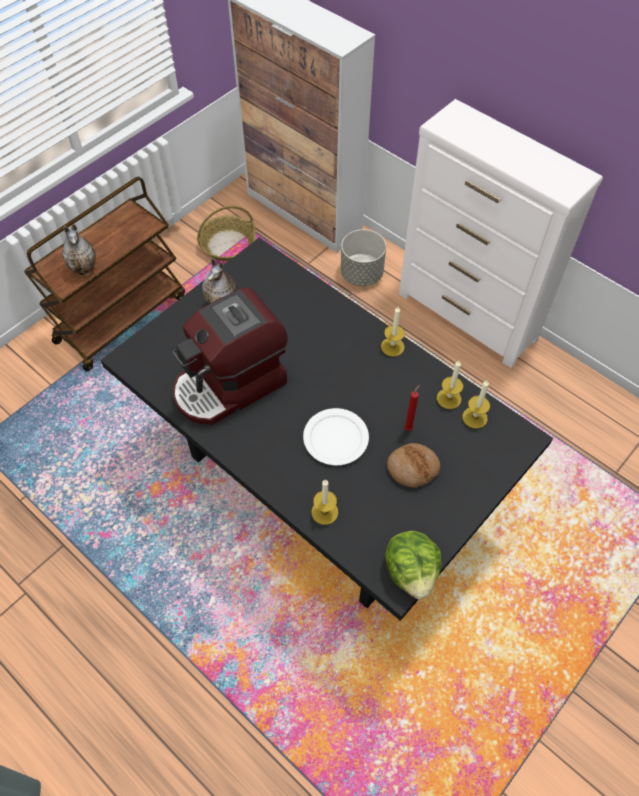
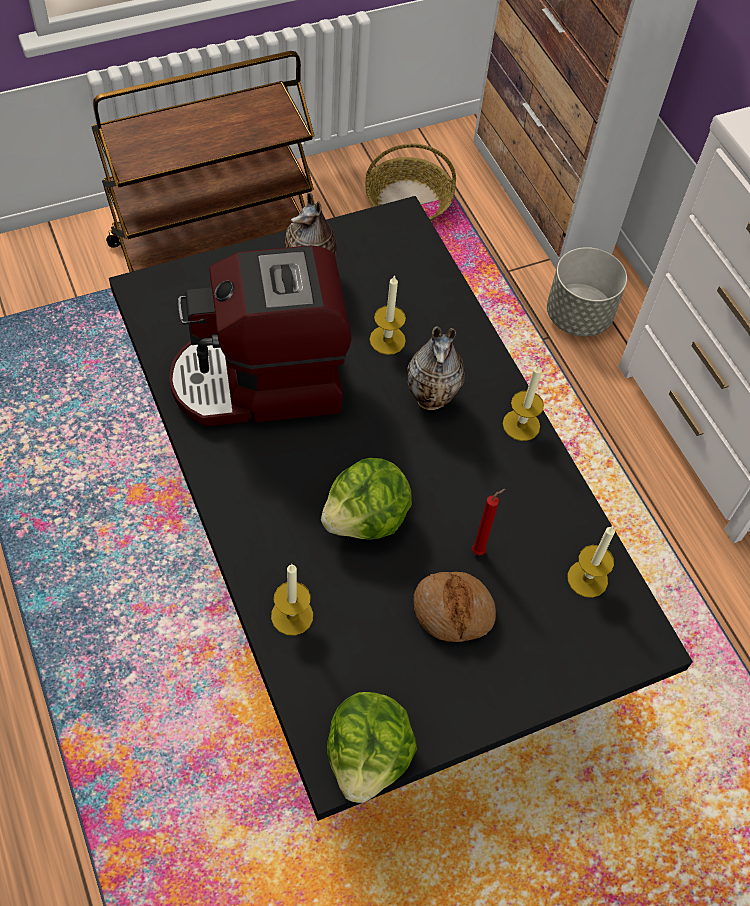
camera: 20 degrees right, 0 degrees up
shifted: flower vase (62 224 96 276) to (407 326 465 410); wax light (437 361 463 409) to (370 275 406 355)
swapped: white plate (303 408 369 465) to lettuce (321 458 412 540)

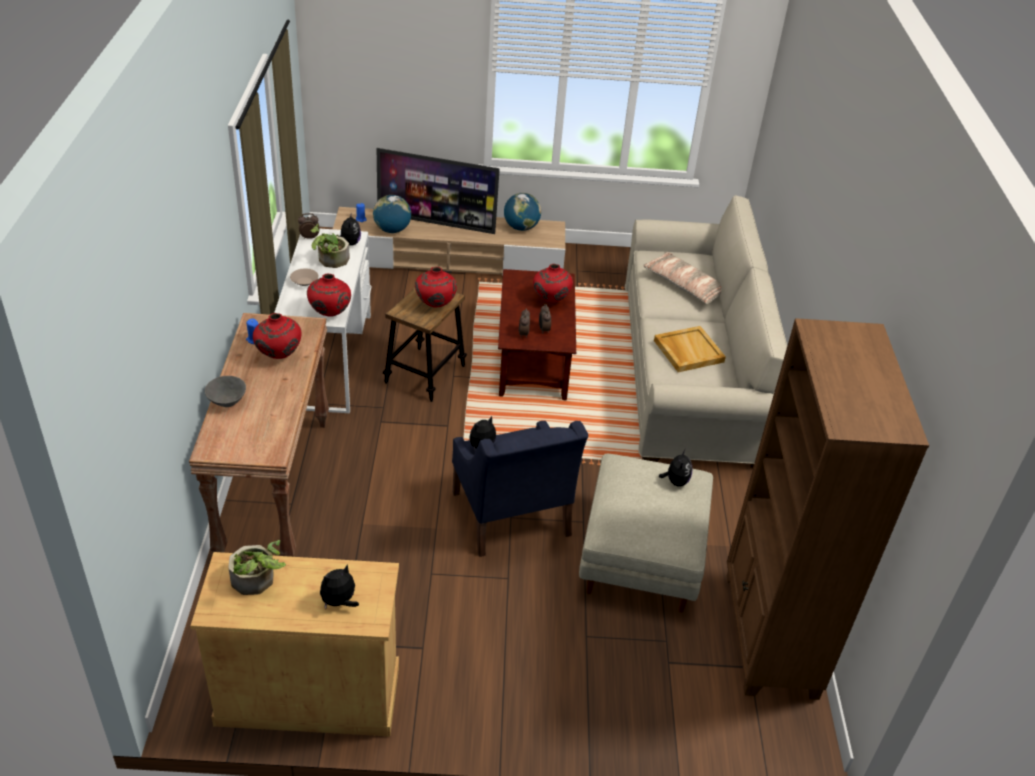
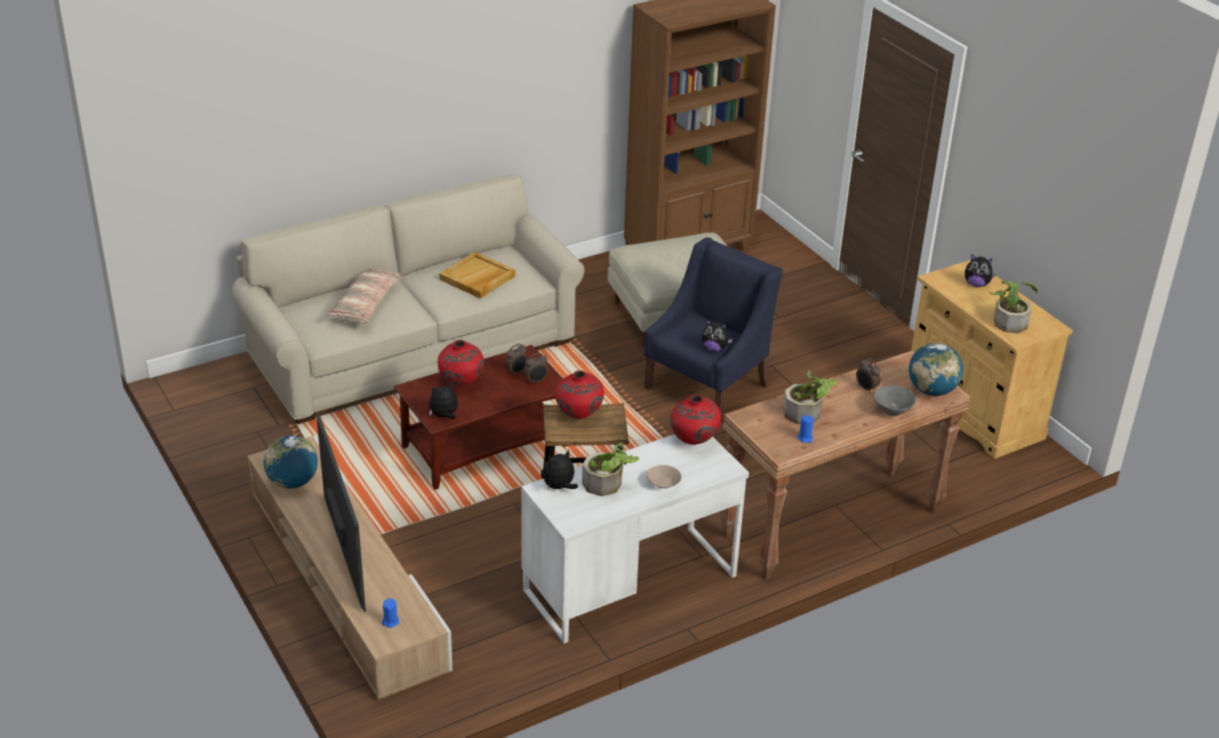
camera: 120 degrees left, 5 degrees down
shifted: table clock (298 213 320 239) to (856 358 881 393); world globe (373 195 411 233) to (909 343 963 396); cuddly toy (659 450 692 486) to (429 383 458 419)
swapped: red-coloured flower vase (253 313 302 359) to potted plant (783 370 837 424)

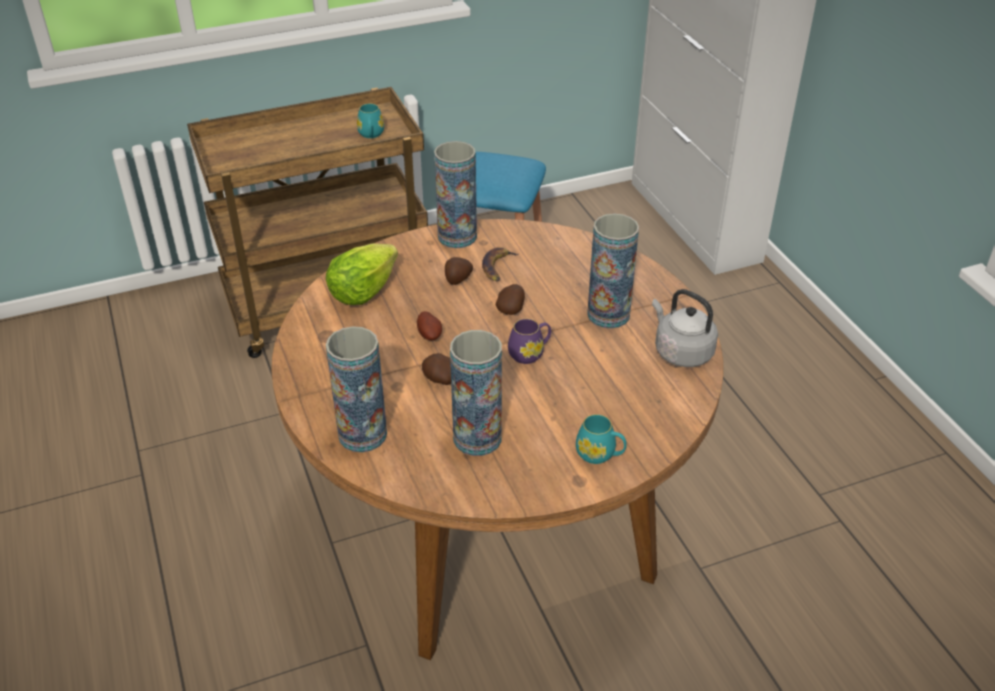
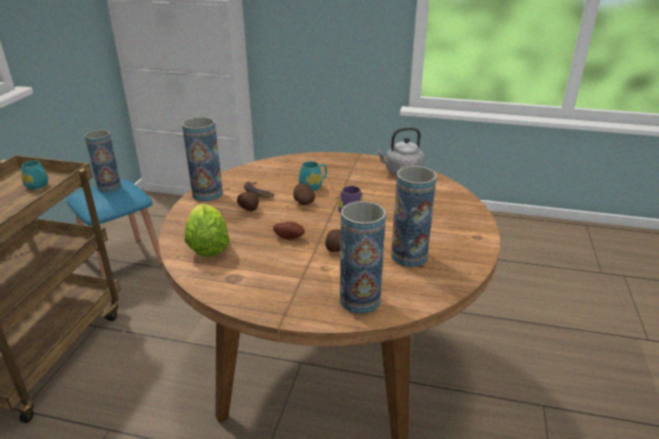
camera: 55 degrees left, 10 degrees down
shifted: blue-green mug (576 414 627 464) to (299 161 327 191); flower vase (587 213 639 329) to (85 130 121 192)

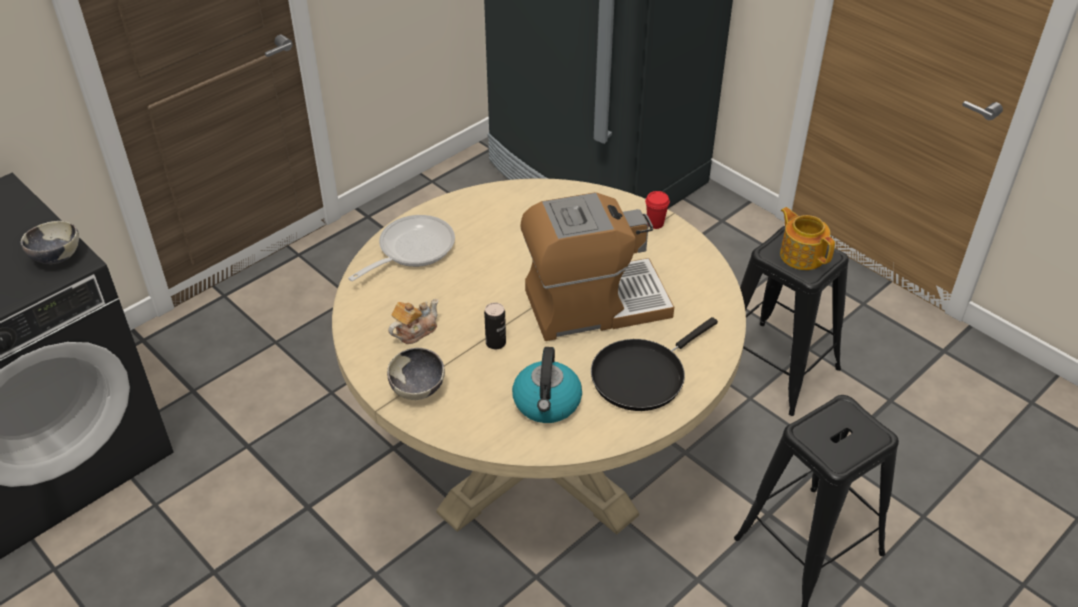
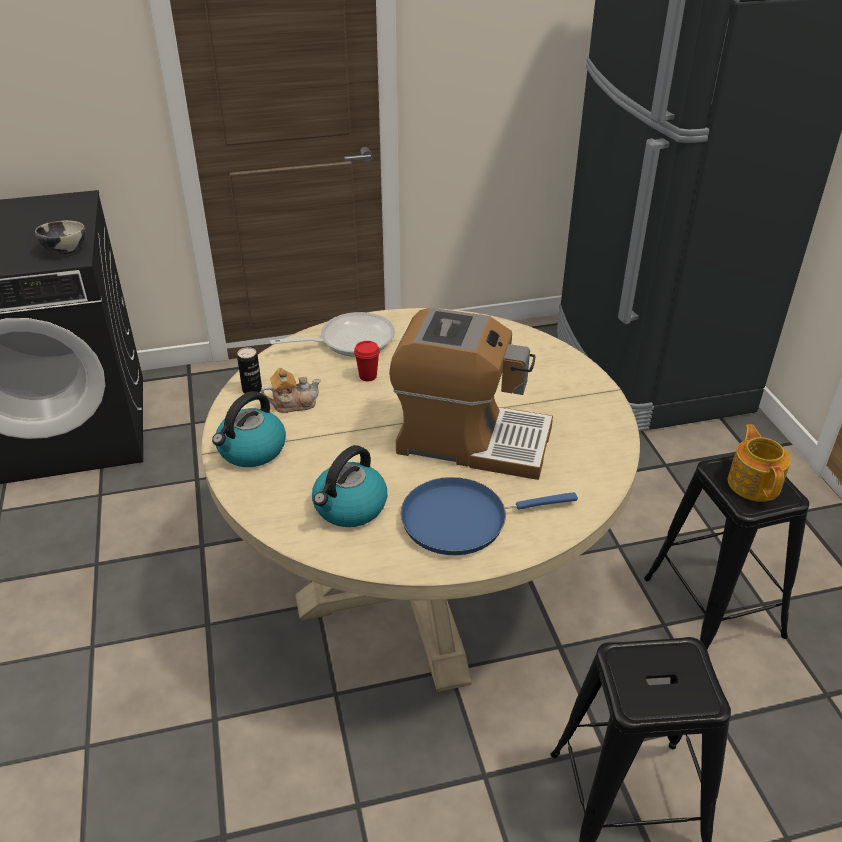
camera: 30 degrees right, 5 degrees down
shifted: sealed can (484 303 506 349) to (237 347 262 394); red-coloured drinking cup (645 191 670 229) to (354 341 380 381)
swapped: bowl (387 348 445 400) to water kettle (212 391 286 467)
repainted: blackish skillet (591 317 718 411) to blue-coloured skillet (401 477 578 555)

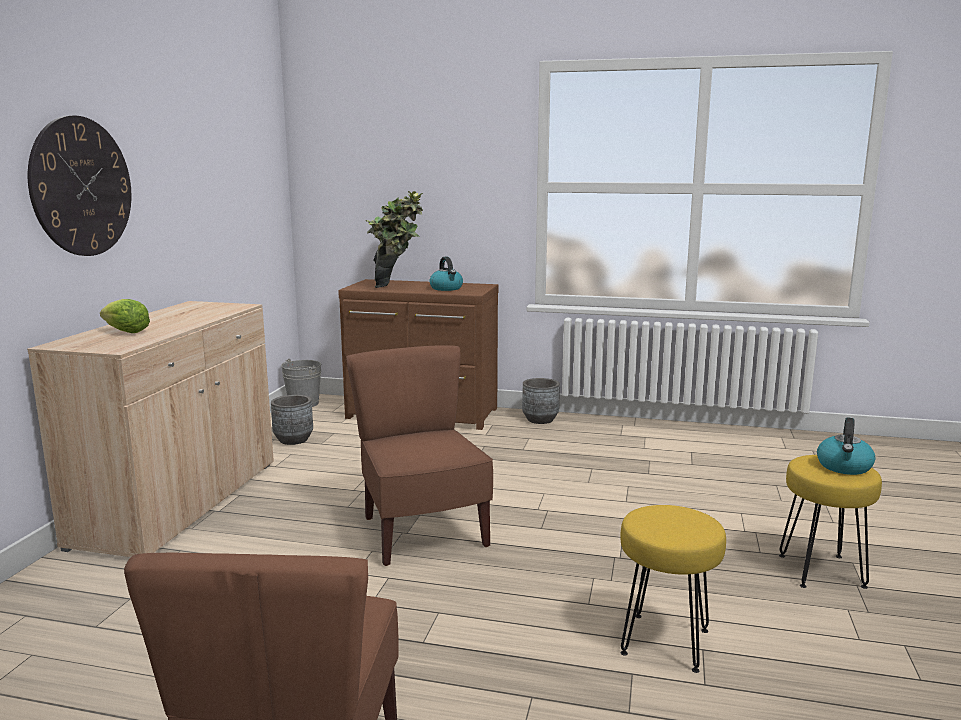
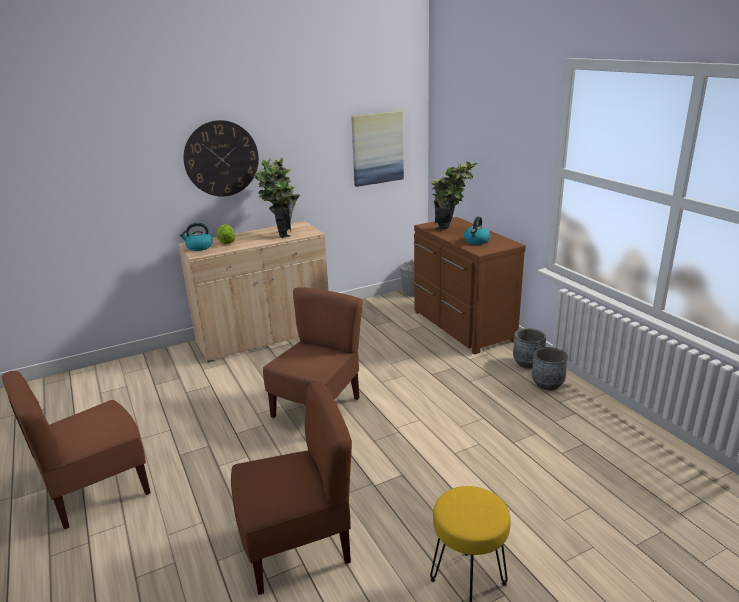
camera: 50 degrees right, 10 degrees up
new: potted plant (253 158 300 238); wall art (351 111 404 187)
shifted: greyish plant pot (271 395 313 445) to (532 347 568 391); water kettle (817 417 875 475) to (180 223 213 251)
swapped: yellow-coloured stool (620 505 726 673) to brownish upright chair (231 382 352 595)

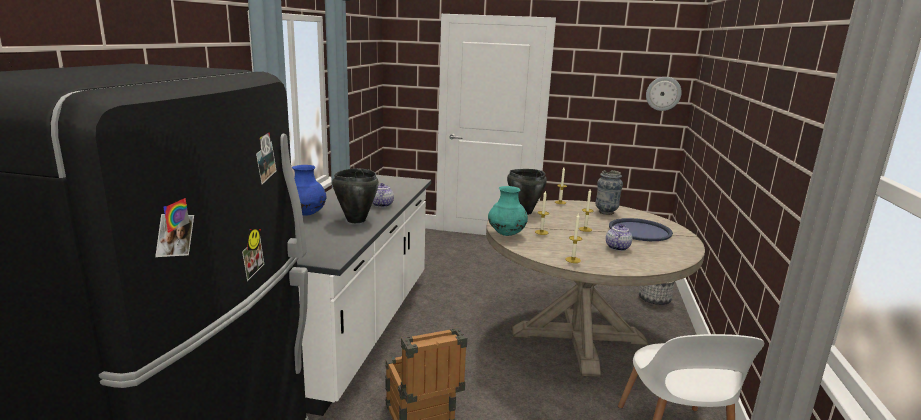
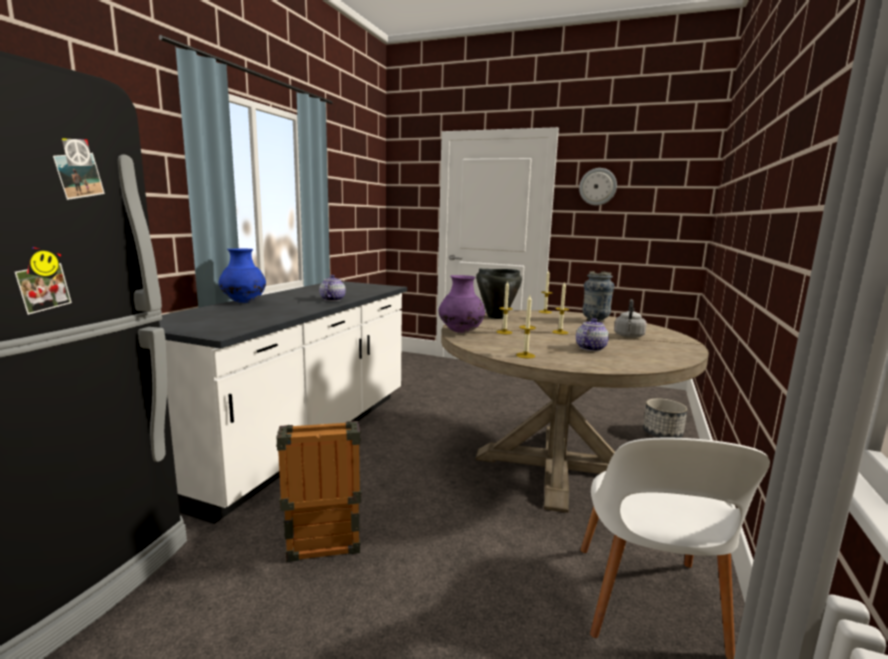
camera: 10 degrees right, 5 degrees down
gone: blackish cooking pot (332 168 379 223)
shifted: hanging clock (646 77 682 111) to (579 168 617 205)
swapped: blue-coloured tray (609 218 673 241) to greyish water kettle (614 299 647 338)
repainted: blue-green flower vase (488 186 528 236) to purplish flower vase (439 275 485 333)

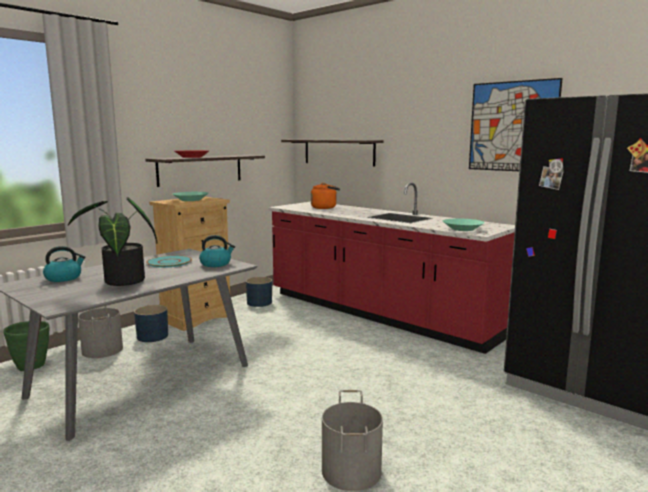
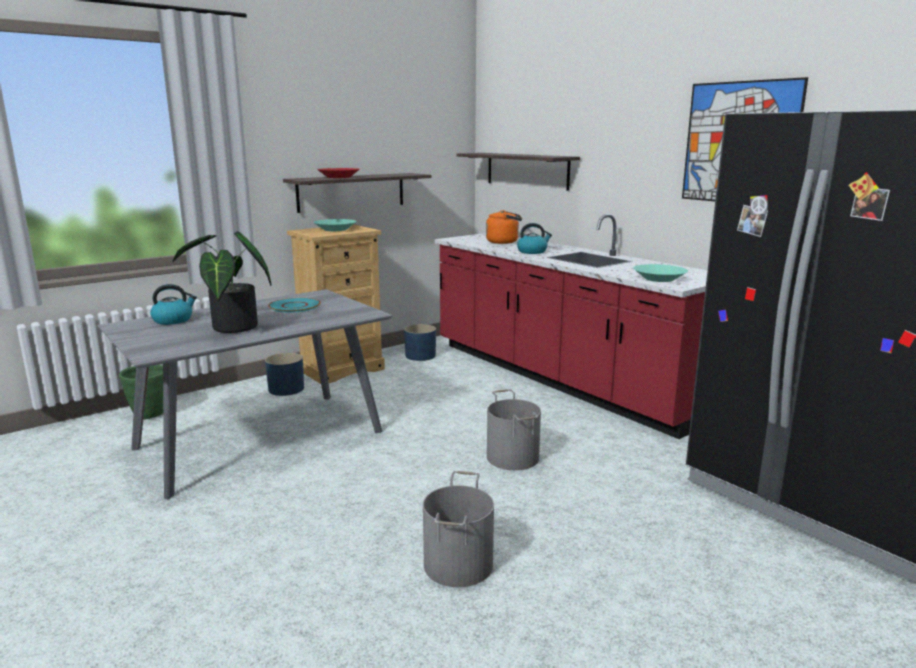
camera: 10 degrees right, 5 degrees up
shifted: greyish water bucket (78 306 123 358) to (487 389 541 470); water kettle (199 235 235 267) to (517 223 552 254)

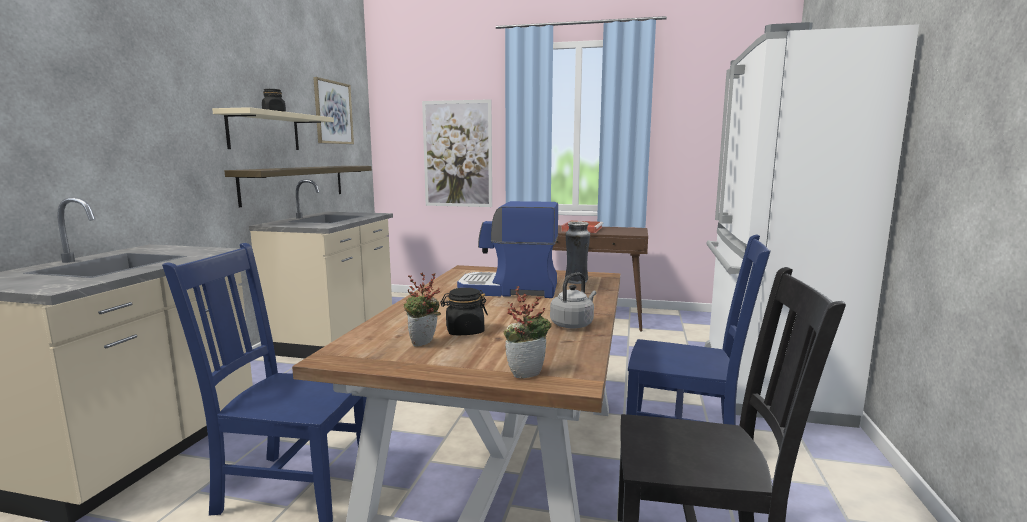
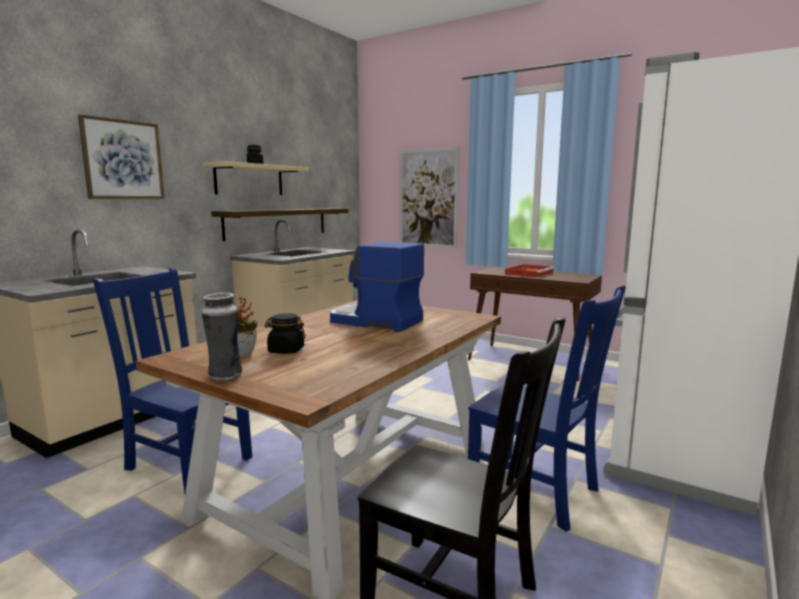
camera: 20 degrees right, 0 degrees up
gone: potted plant (504 286 552 379); greyish water kettle (550 273 596 329)
shifted: wall art (313 77 354 144) to (78 114 165 199); flower vase (565 221 590 284) to (201 293 242 381)

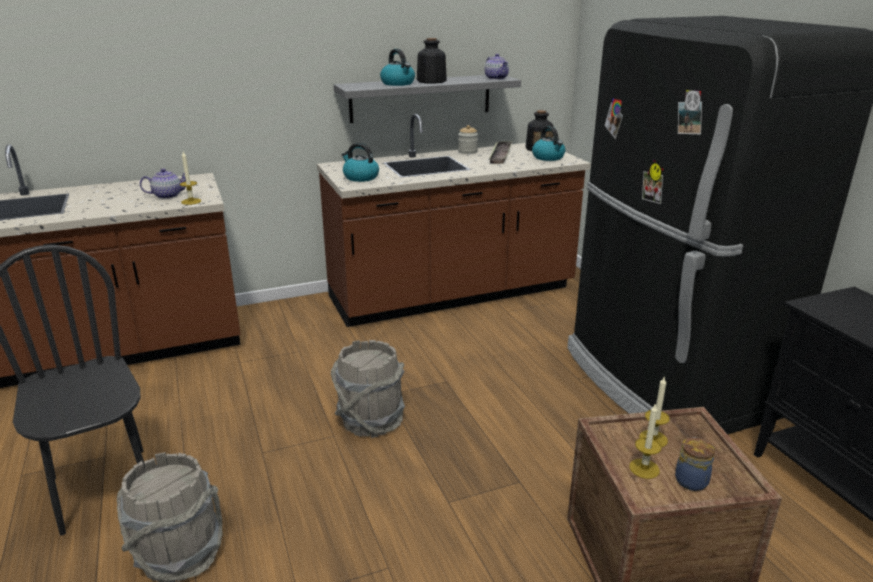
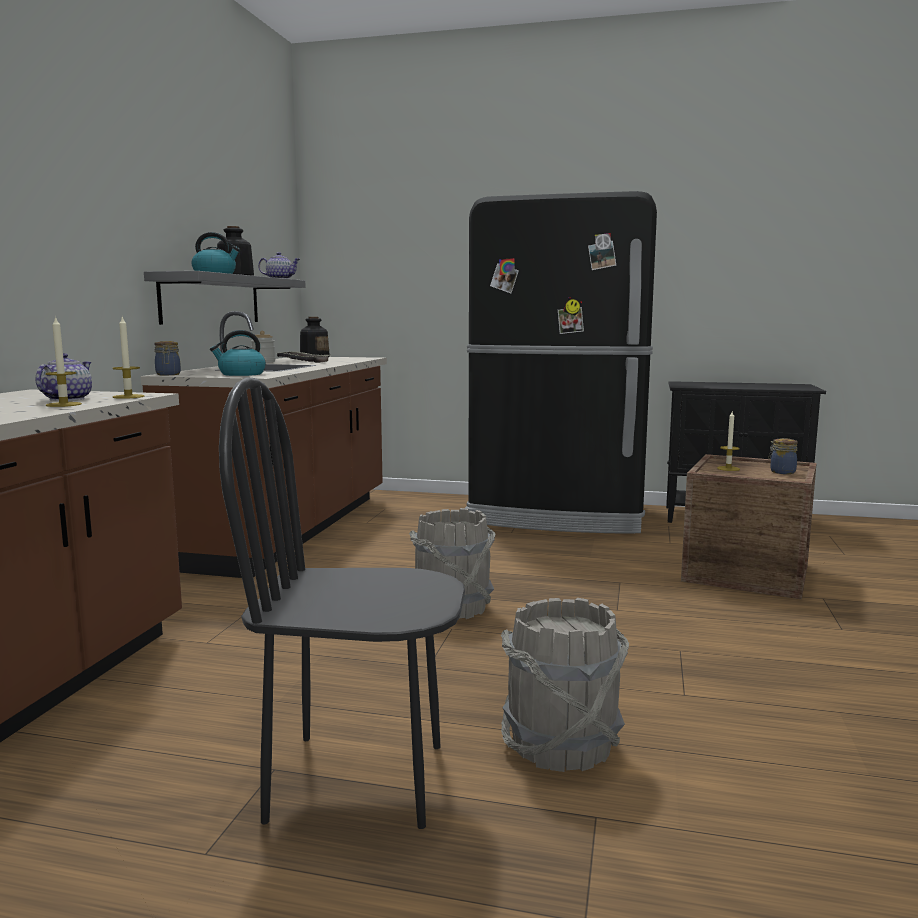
camera: 55 degrees left, 15 degrees down
gone: water kettle (532 126 565 161)
new: preserve jar (154 341 181 375)
shifted: wax light (629 403 661 479) to (45 316 82 407)

